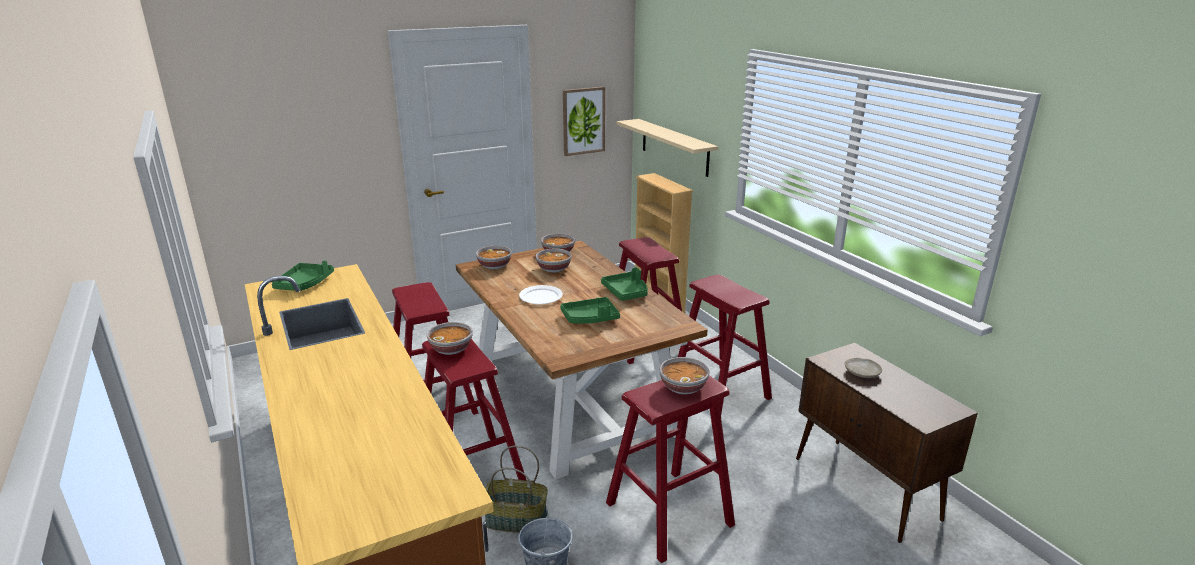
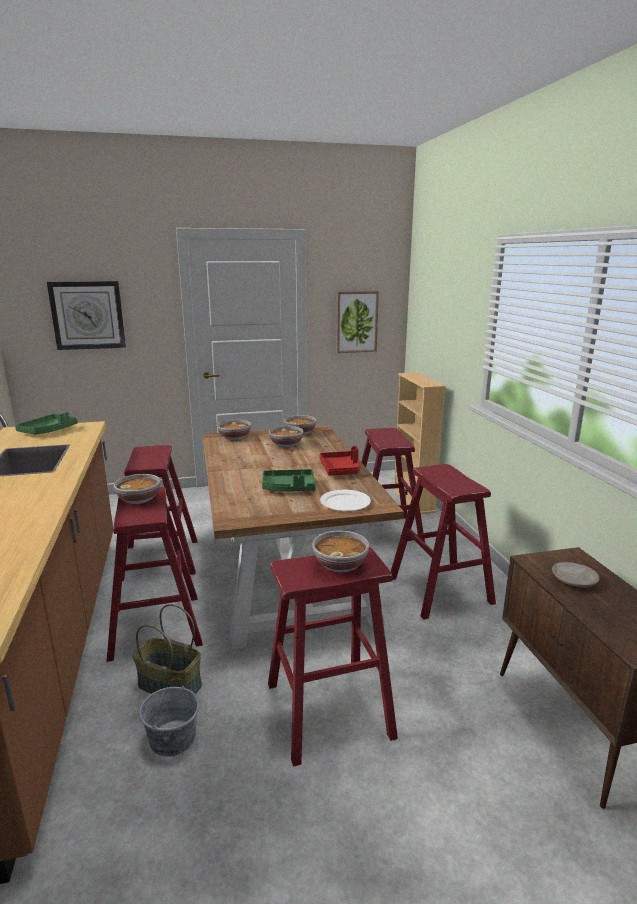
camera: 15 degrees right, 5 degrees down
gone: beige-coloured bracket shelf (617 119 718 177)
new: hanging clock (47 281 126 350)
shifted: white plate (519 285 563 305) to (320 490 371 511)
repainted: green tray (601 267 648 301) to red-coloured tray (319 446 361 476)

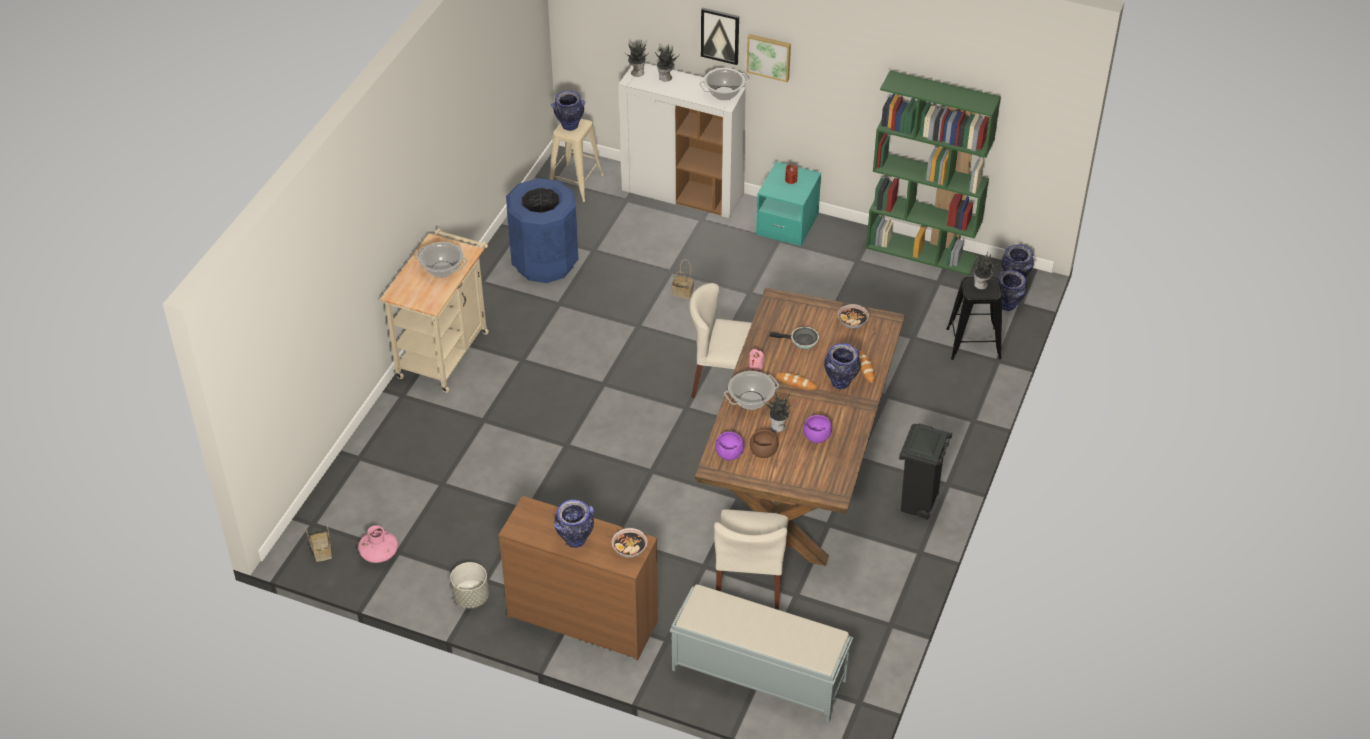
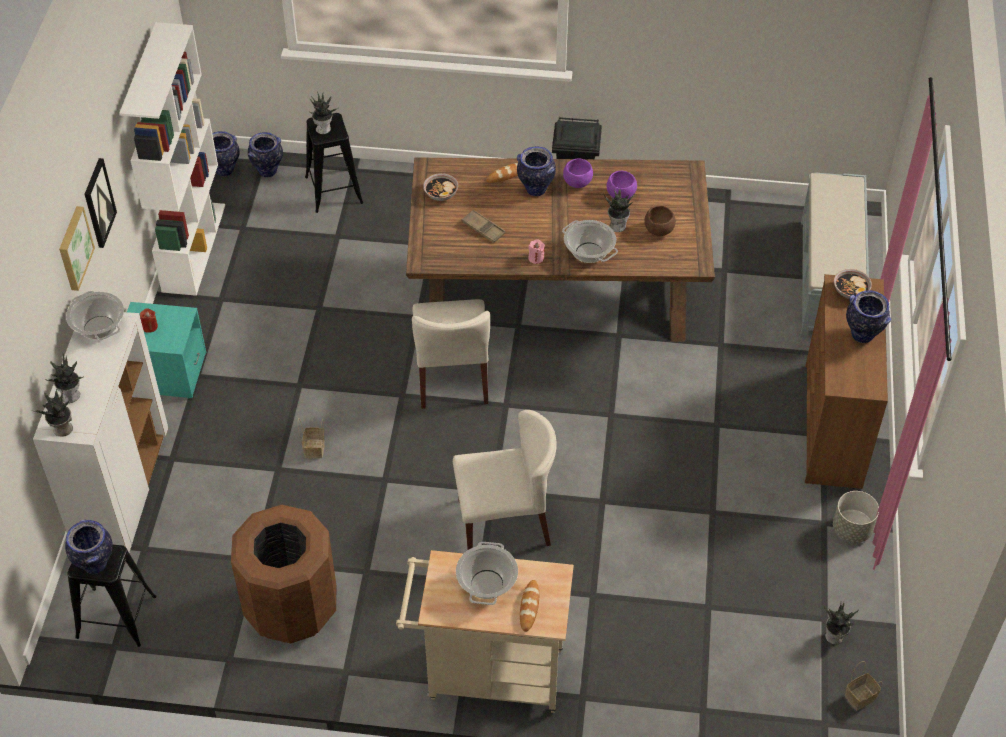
camera: 105 degrees left, 5 degrees up
shifted: wall art (701 7 739 65) to (85 158 117 248); beige-coloured upright chair (714 509 789 610) to (453 410 557 551); purplish bowl (715 432 744 460) to (563 159 593 188); bread (775 372 817 390) to (520 580 539 632)
swapped: pinkish flower vase (358 525 398 563) to potted plant (824 602 859 645); skillet (769 327 819 349) to brownish tray (462 210 506 243)
repainted: blue-coloured trash can (506 178 579 283) to brownish trash can (231 505 336 644); beige-coloured stool (549 119 604 202) to blackish stool (67 545 156 647); green bookshelf (866 70 1001 275) to white bookshelf (119 22 225 296)

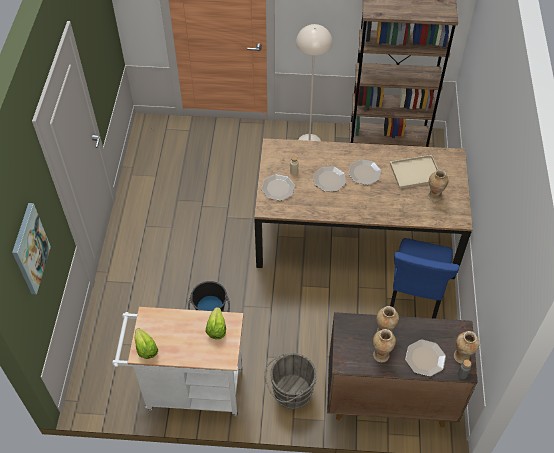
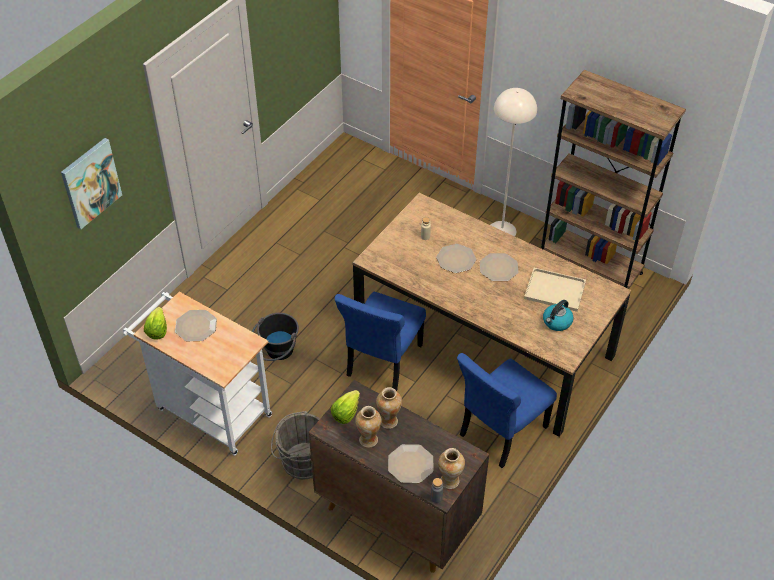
camera: 30 degrees right, 5 degrees down
new: blue-coloured upright chair (335 291 426 391)
shifted: lettuce (206 307 226 339) to (331 390 360 424); plate (261 174 295 201) to (175 310 217 341)
swapped: flower vase (428 169 448 202) to water kettle (543 300 573 331)

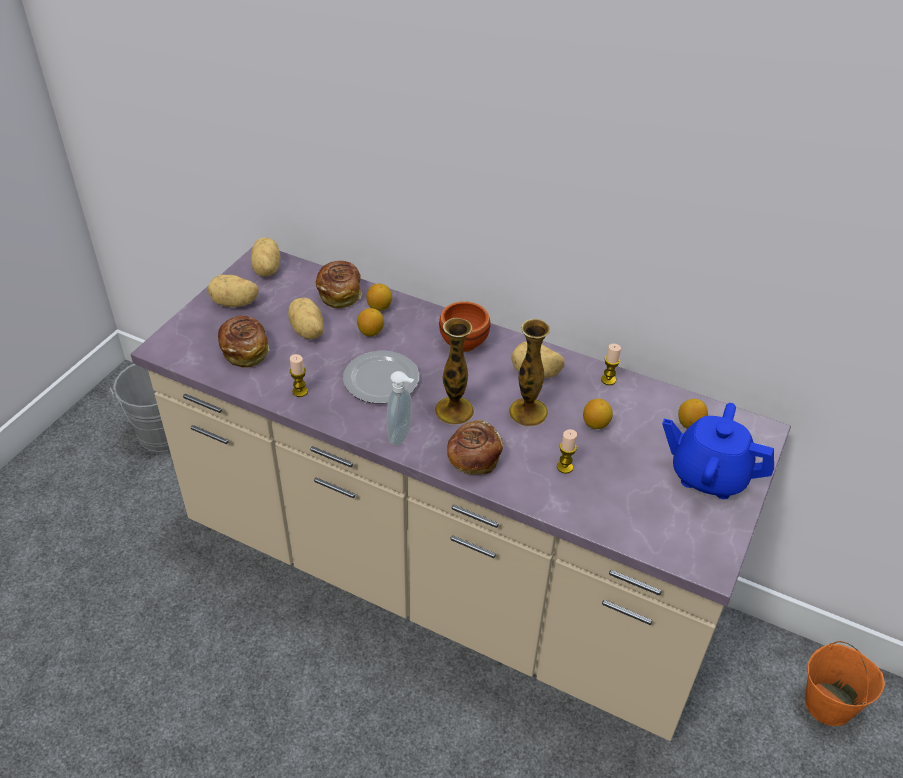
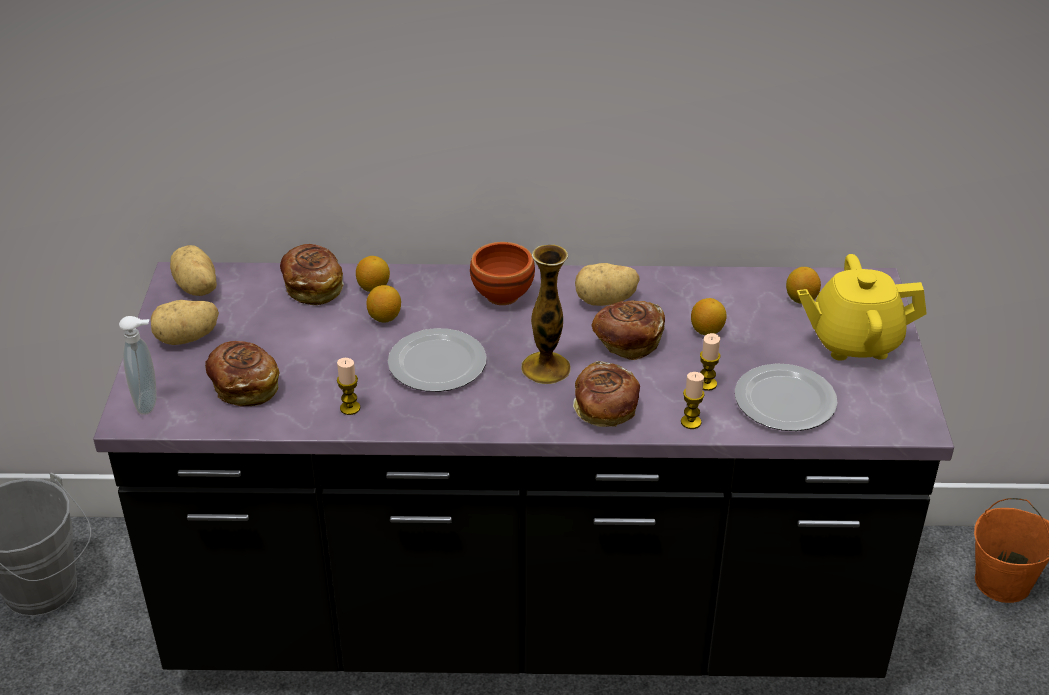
camera: 25 degrees left, 5 degrees down
gone: potato (288 298 323 339)
new: plate (735 363 838 431)
shifted: liquid soap bottle (387 371 414 446) to (119 316 156 415); wax light (601 344 621 385) to (681 372 705 429)
swapped: flower vase (509 319 550 426) to bread (591 300 665 360)
repainted: beige-coloured kitchen counter (131 247 791 741) to blackish kitchen counter (93 262 954 678); blue-coloured tea pot (662 403 774 499) to yellow-coloured tea pot (797 254 927 361)

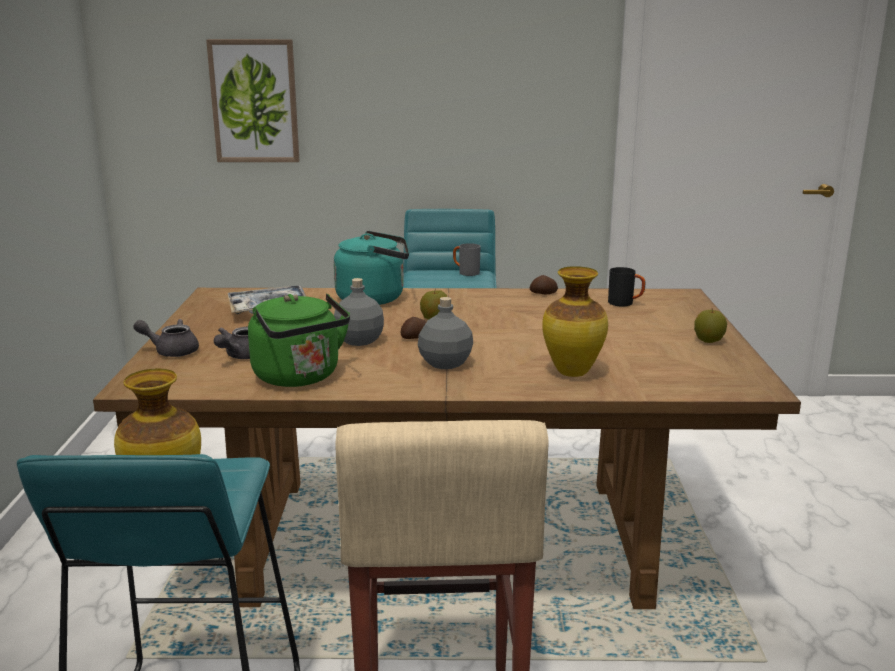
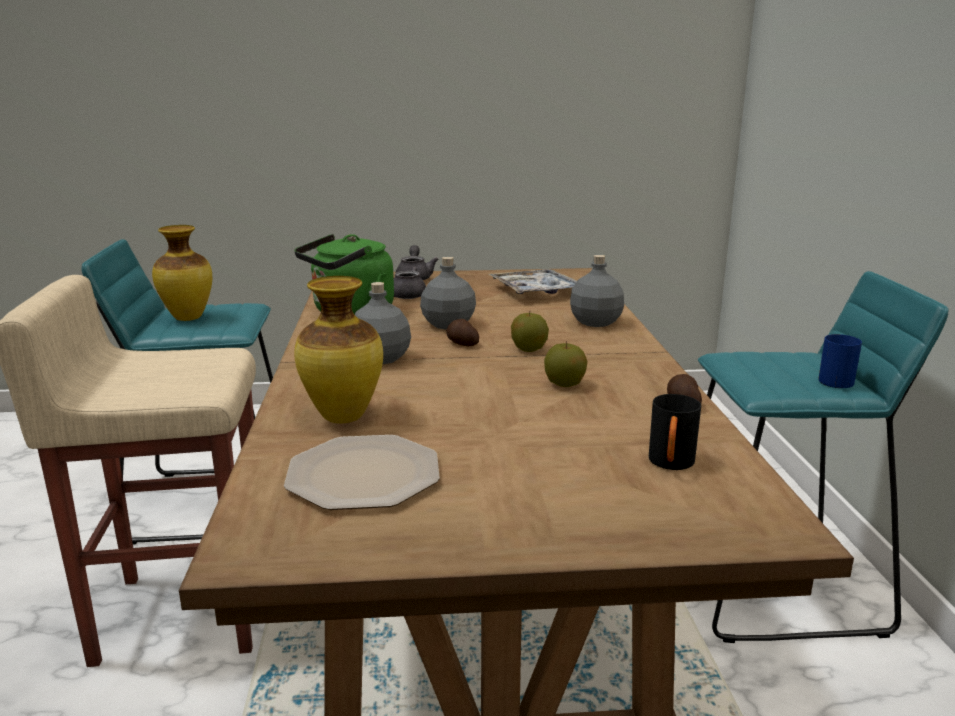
camera: 85 degrees right, 0 degrees up
gone: wall art (206 39 299 162)
new: plate (284 435 440 510)
shifted: apple (694 308 727 343) to (544 341 588 387)
swapped: blue-green water kettle (334 231 409 305) to greyish drink bottle (570 255 624 327)
repainted: greyish mug (453 243 481 276) to blue-coloured mug (819 334 862 388)

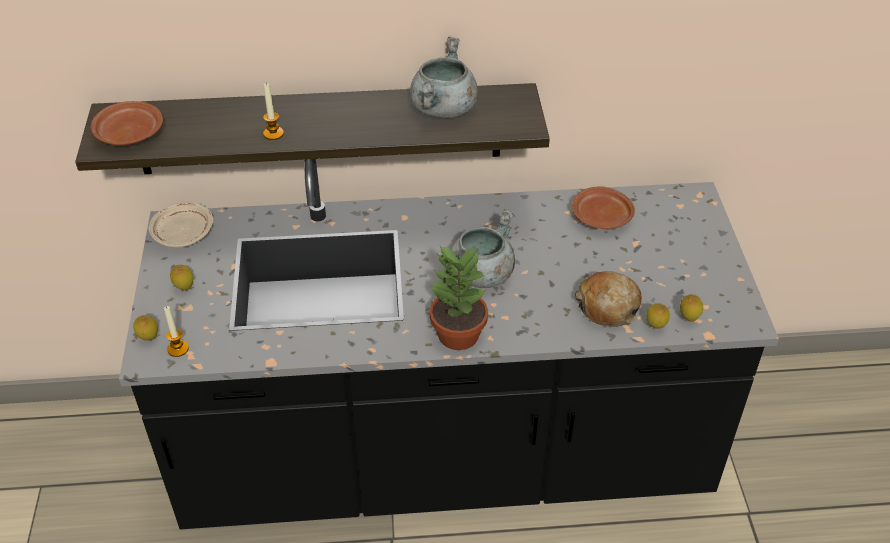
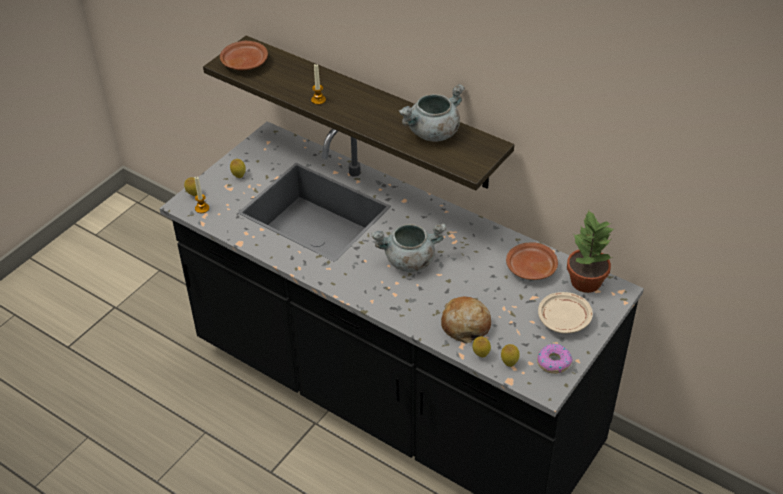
camera: 40 degrees right, 0 degrees up
new: ring doughnut (537 344 573 374)
shifted: beige-coloured plate (149 202 213 247) to (538 292 593 334); potted plant (430 244 488 350) to (567 209 615 293)

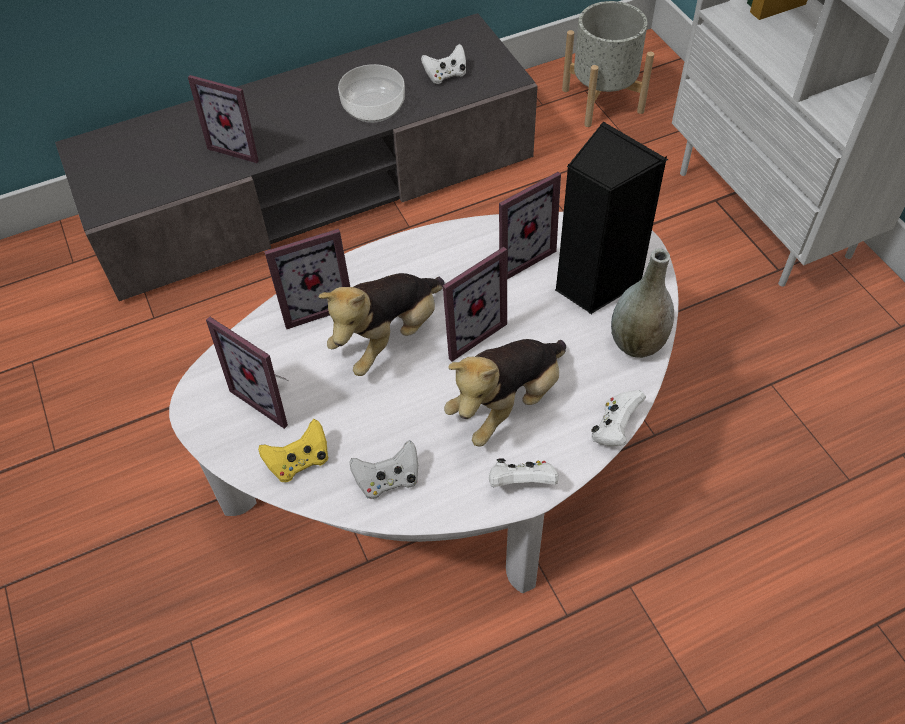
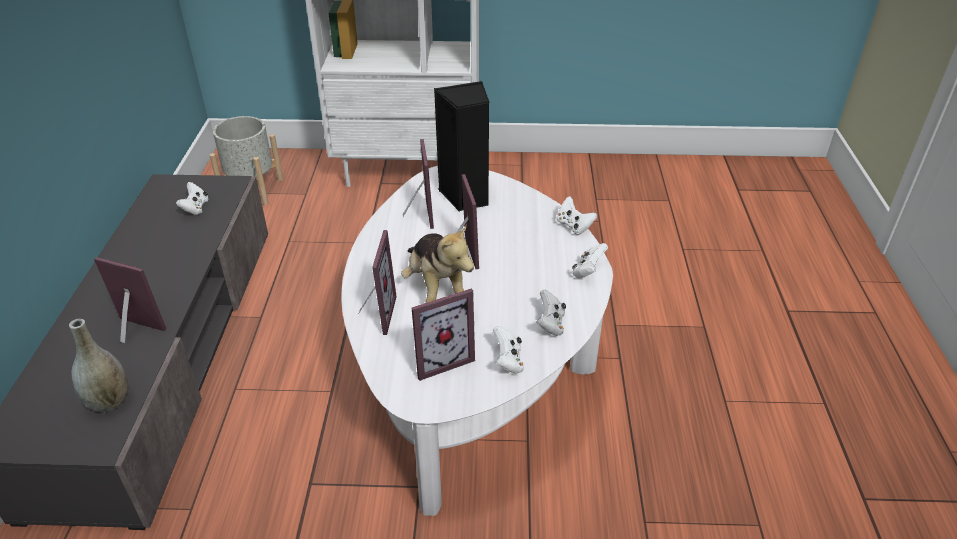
camera: 65 degrees left, 15 degrees down
gone: bowl (338 64 405 123); cuddly toy (444 339 566 446)
shifted: greyish flower vase (611 248 674 358) to (69 319 128 413)
repainted: yellow-coloured joypad (258 419 328 482) to white joypad (493 326 524 373)
rotated: standing frame (188 75 259 164) = (94 257 166 343) 120 degrees counterclockwise

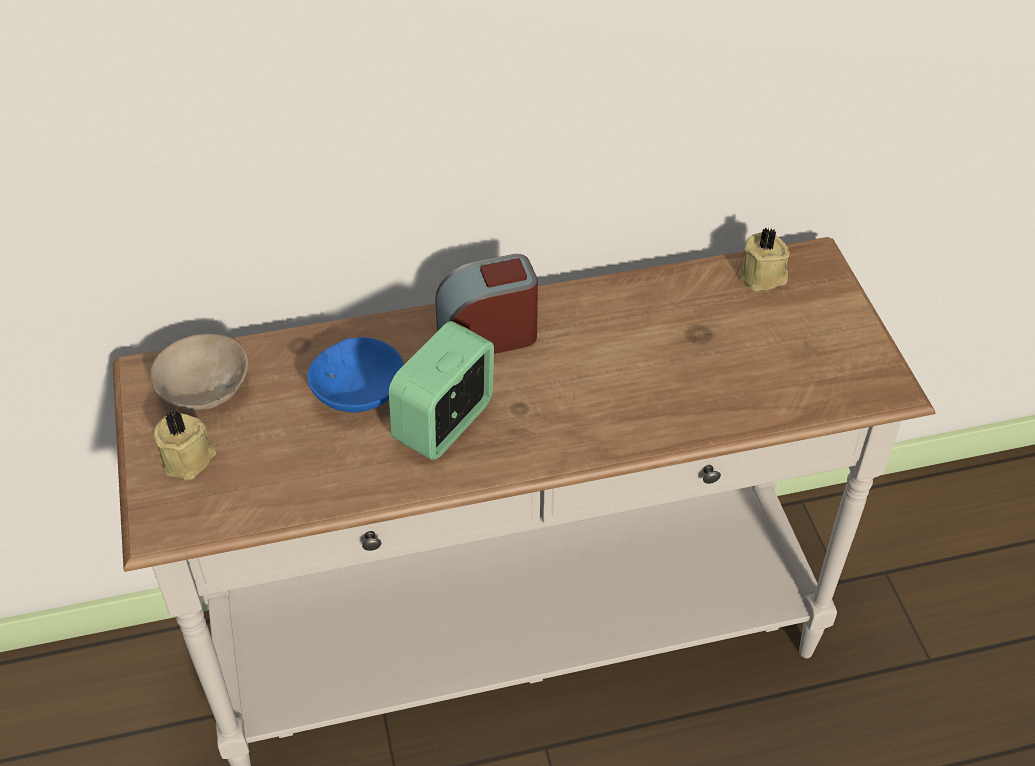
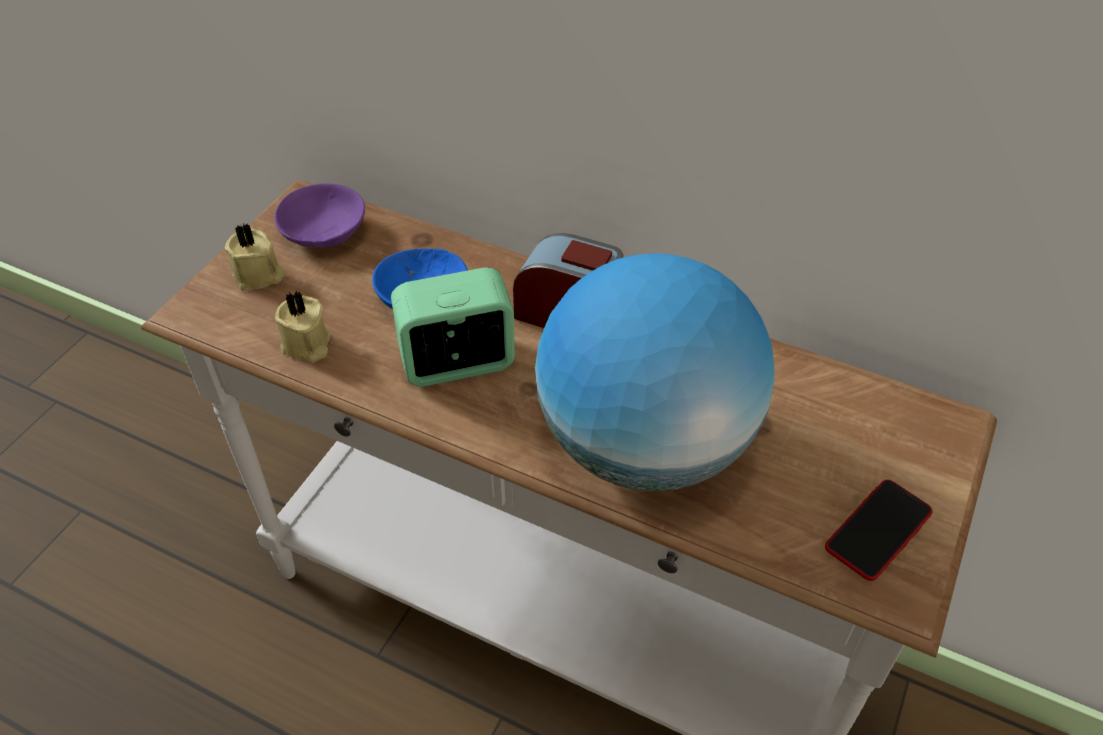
camera: 40 degrees right, 0 degrees up
new: world globe (535 253 775 492); handset (825 480 933 581)
shifted: beige-coloured wax light (738 227 790 292) to (275 291 331 363)
repainted: beige-coloured bowl (150 334 248 410) to purplish bowl (274 183 365 248)

